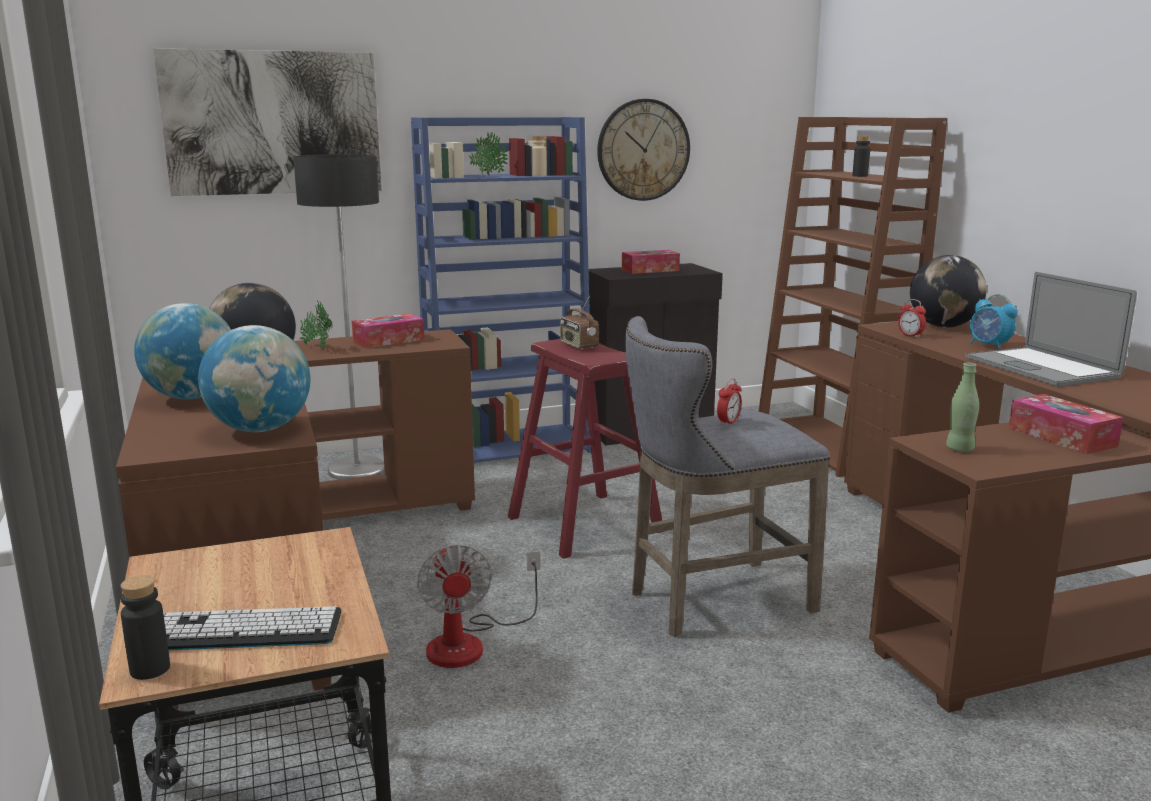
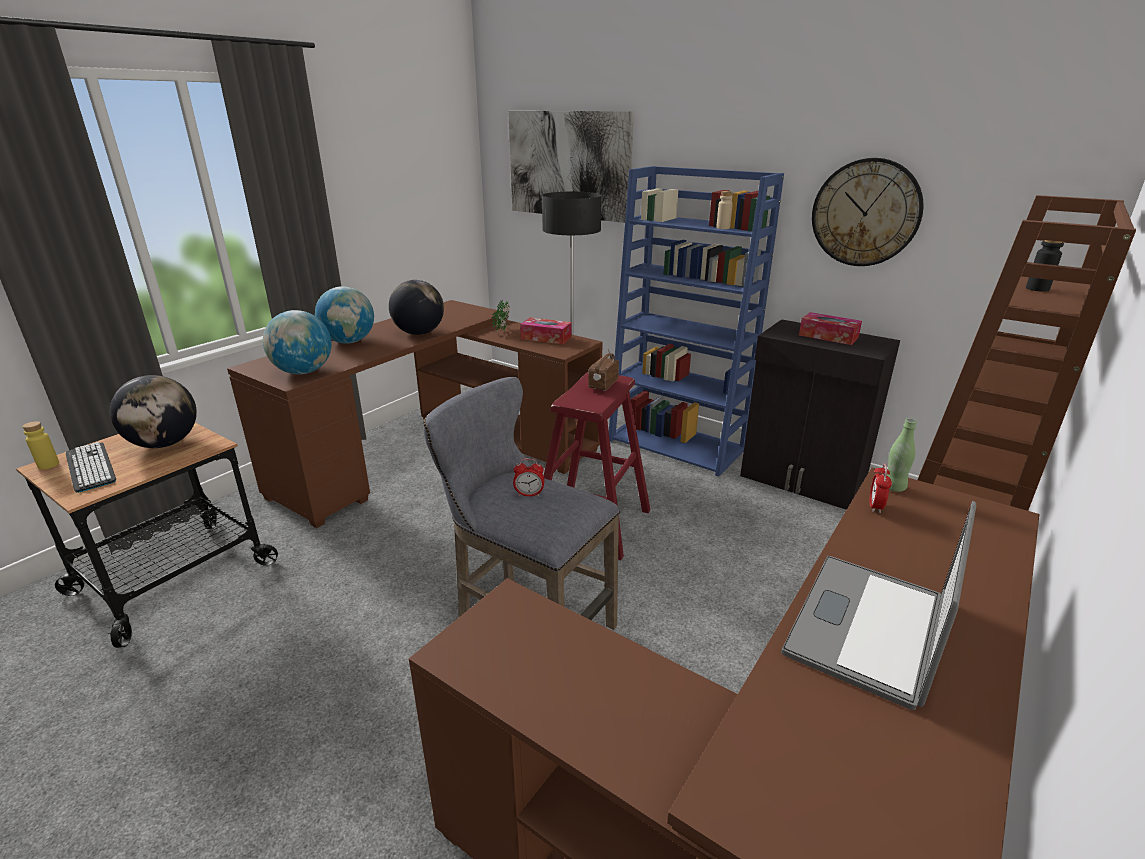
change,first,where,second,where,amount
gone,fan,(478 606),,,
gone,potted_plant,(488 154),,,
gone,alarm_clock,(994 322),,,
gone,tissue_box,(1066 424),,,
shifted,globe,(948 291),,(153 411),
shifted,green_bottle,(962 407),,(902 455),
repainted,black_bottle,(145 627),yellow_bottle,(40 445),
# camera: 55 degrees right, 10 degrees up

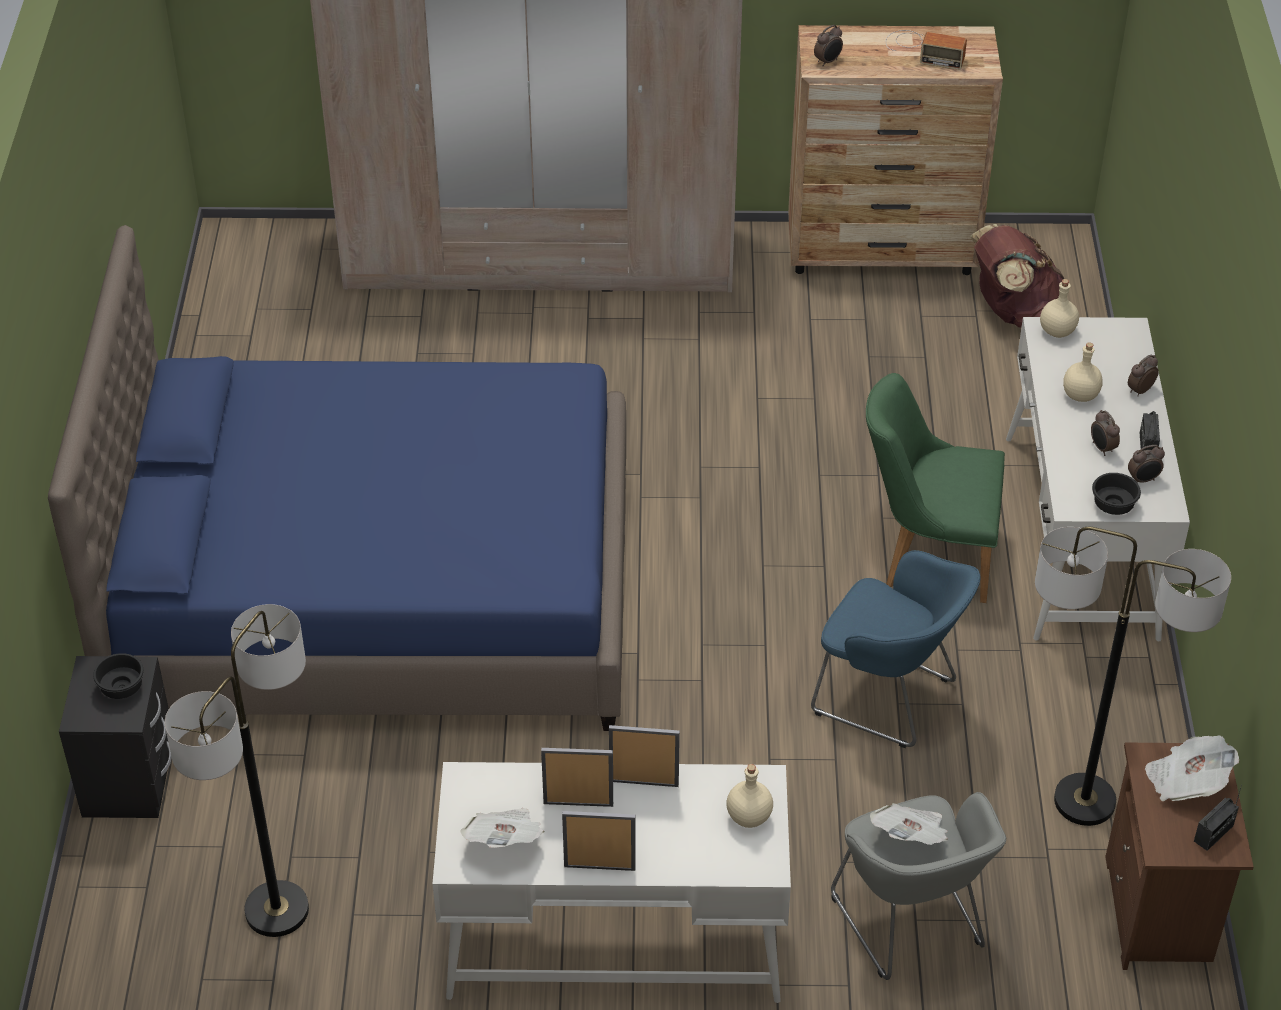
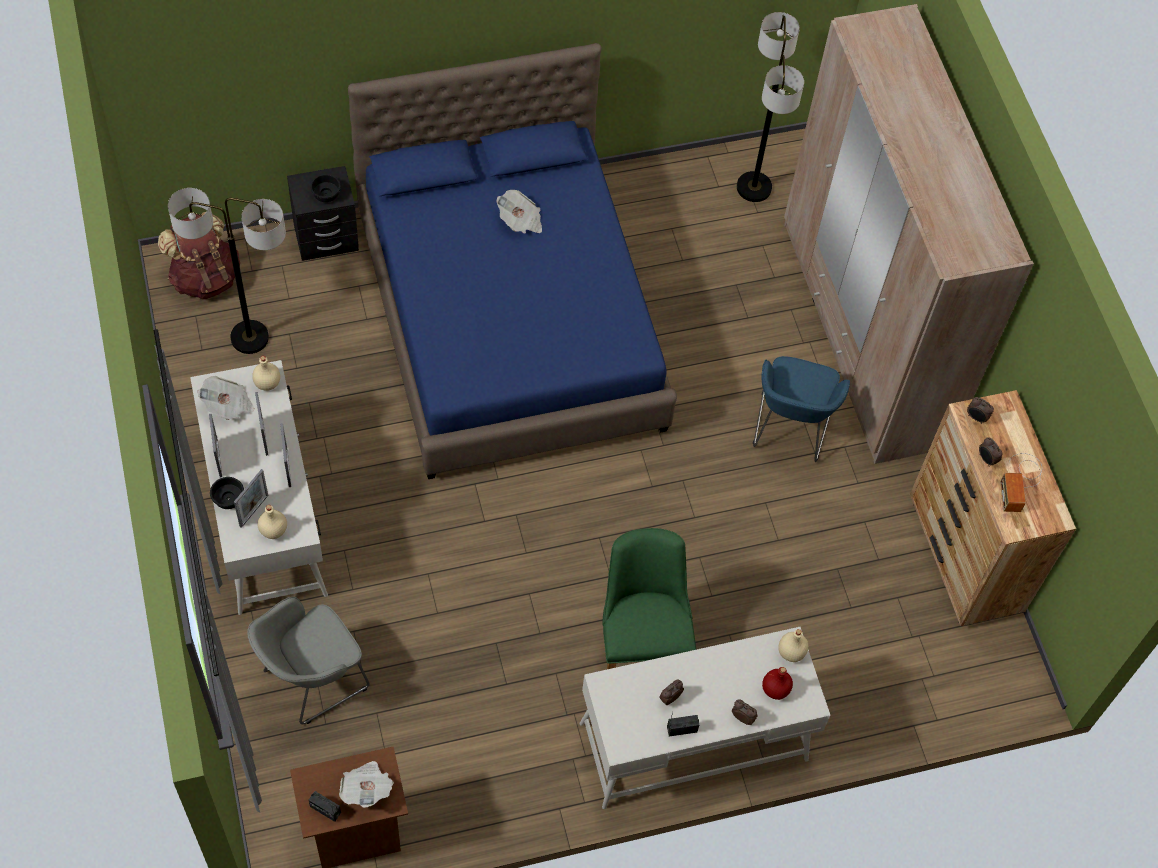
change,first,where,second,where,amount
new,,,picture_frame,(251 498),
new,,,red_bottle,(777 683),
shifted,blue_armchair,(896 649),,(801 409),
shifted,newspaper,(908 824),,(519 212),
shifted,brown_backpack,(1017 275),,(199 256),
shifted,floor_lamp,(1133 676),,(770 107),
shifted,beige_bottle,(1083 372),,(266 373),
shifted,black_bowl,(1116 494),,(227 493),
shifted,alarm_clock,(1146 464),,(990 451),
# camera: 70 degrees right, 15 degrees up

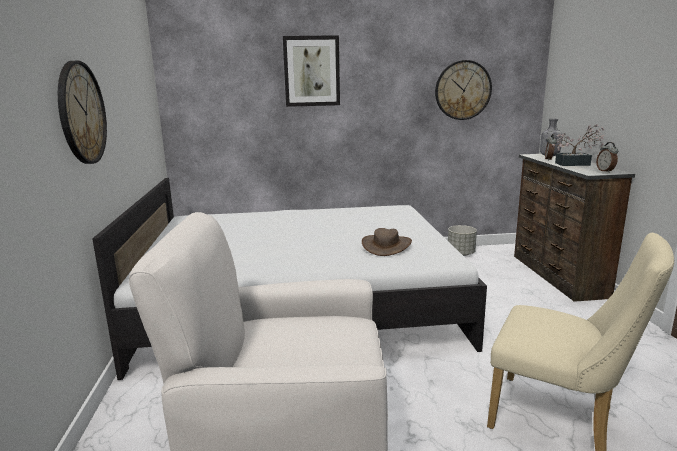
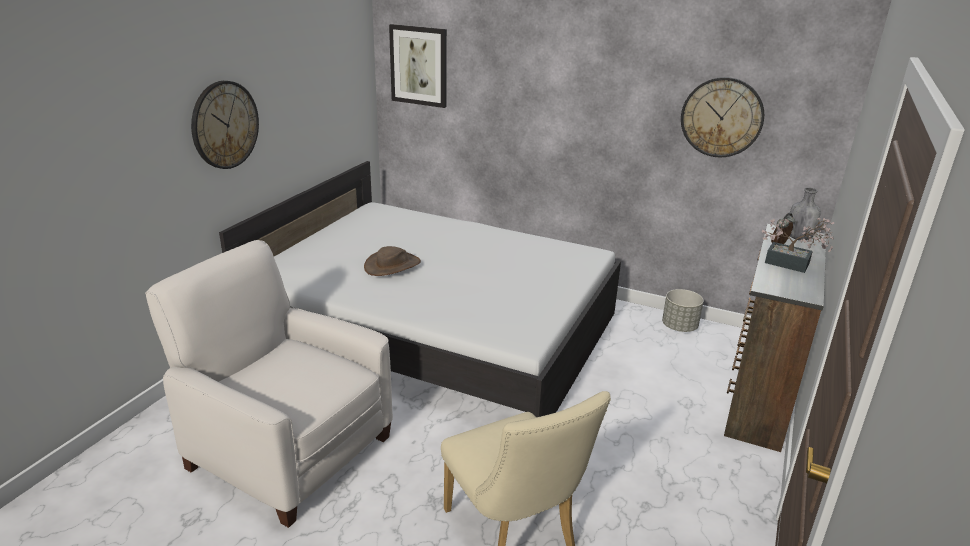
change,first,where,second,where,amount
gone,alarm_clock,(607 157),,,
shifted,picture,(311 71),,(418 66),
shifted,brown_hat,(387 242),,(392 261),
# camera: 30 degrees right, 10 degrees up

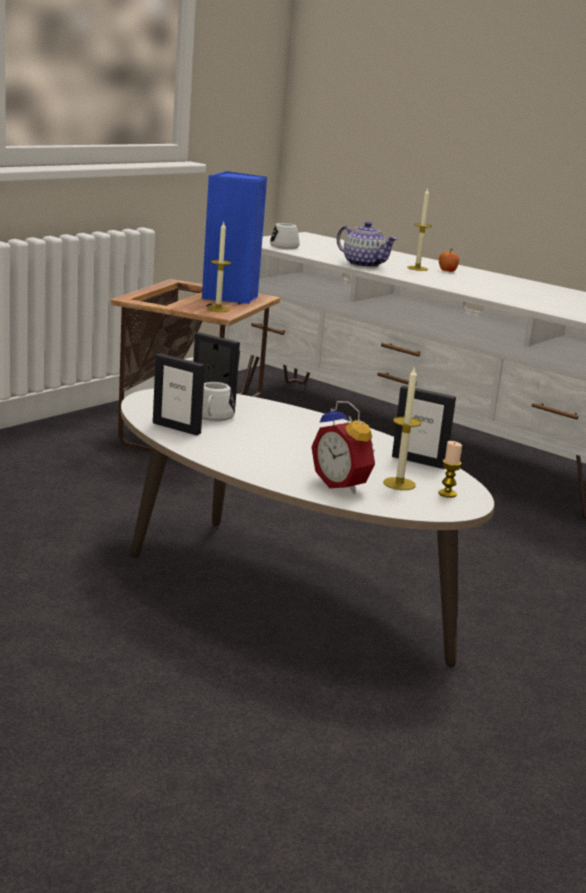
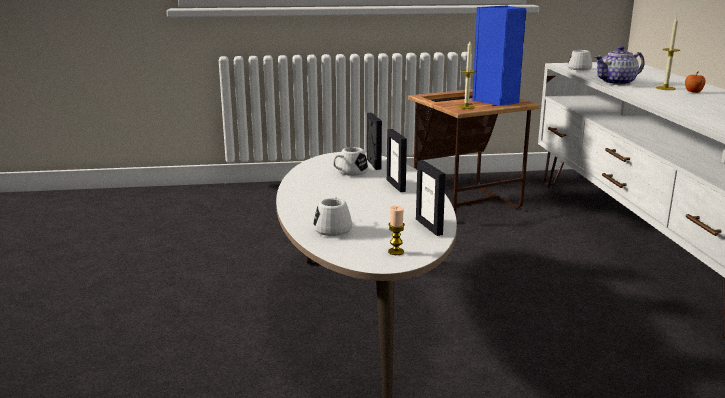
change,first,where,second,where,amount
gone,candle,(402 428),,,
shifted,picture_frame,(179 394),,(397 160),
swapped,alarm_clock,(343 447),white_mug,(332 216),
rotated,teapot,(367 245),,(619 65),75 degrees clockwise
# camera: 45 degrees right, 0 degrees up

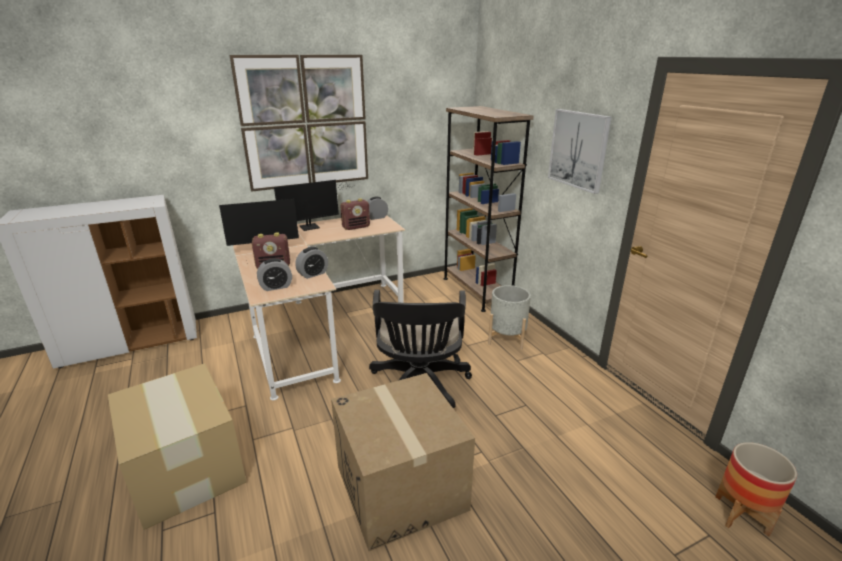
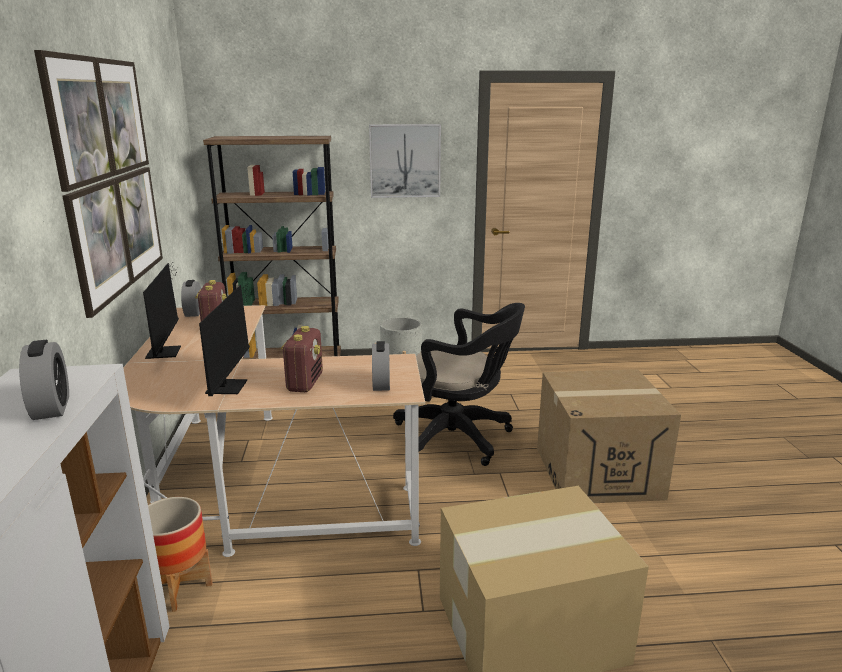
change,first,where,second,where,amount
shifted,alarm_clock,(311 263),,(44 380),
shifted,planter,(756 489),,(180 554),
# camera: 70 degrees left, 5 degrees down

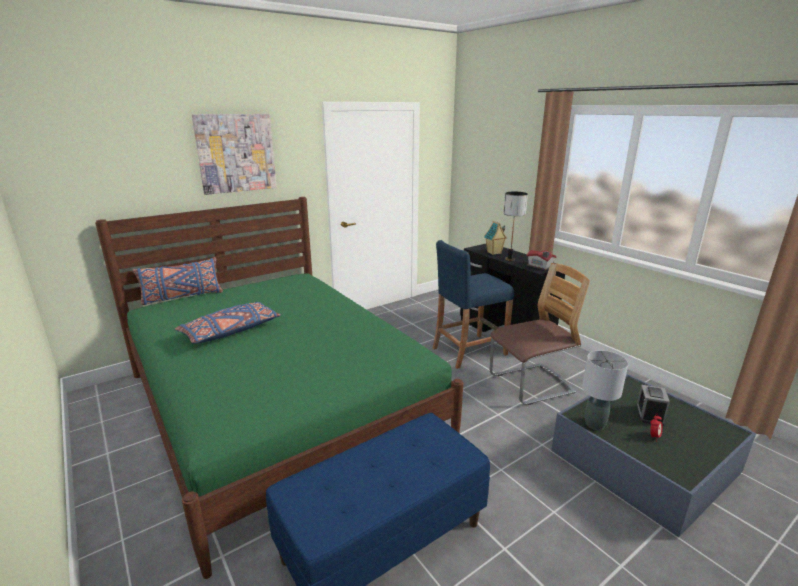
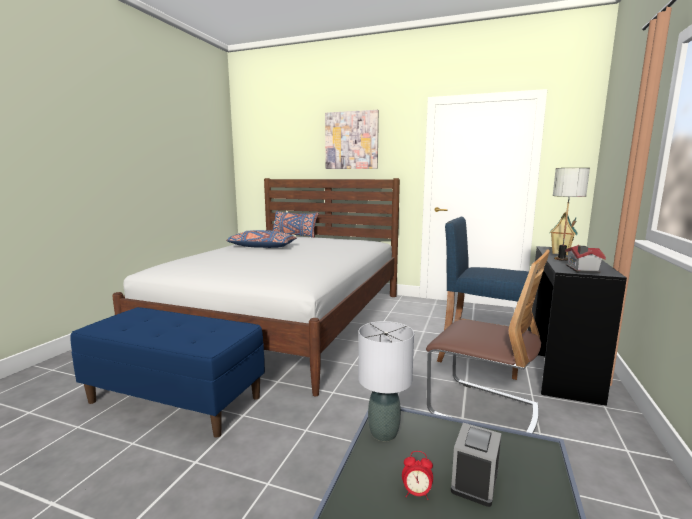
change,first,where,second,where,amount
repainted,green_bed,(279 388),white_bed,(256 287),
rotated,alarm_clock,(653 405),,(476 465),45 degrees counterclockwise
# camera: 55 degrees right, 10 degrees down

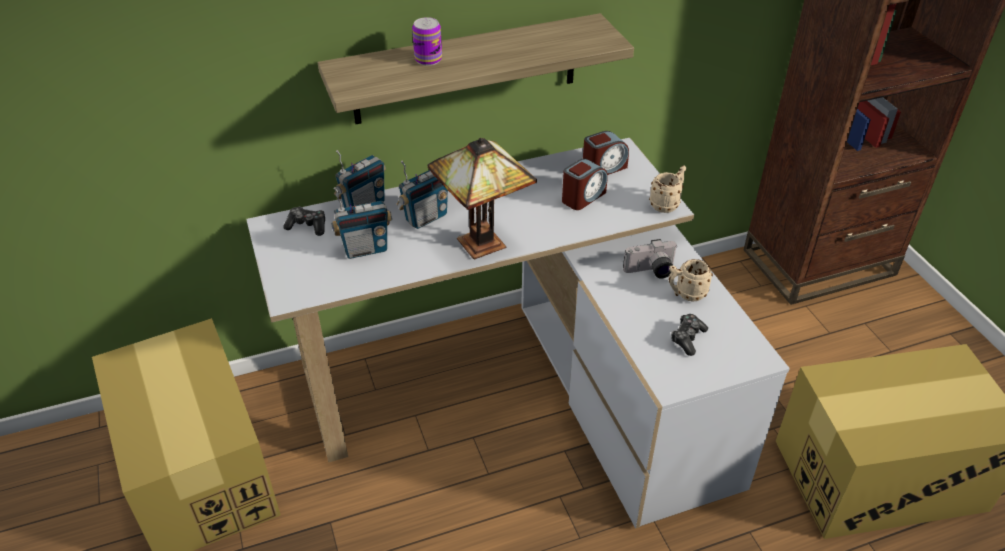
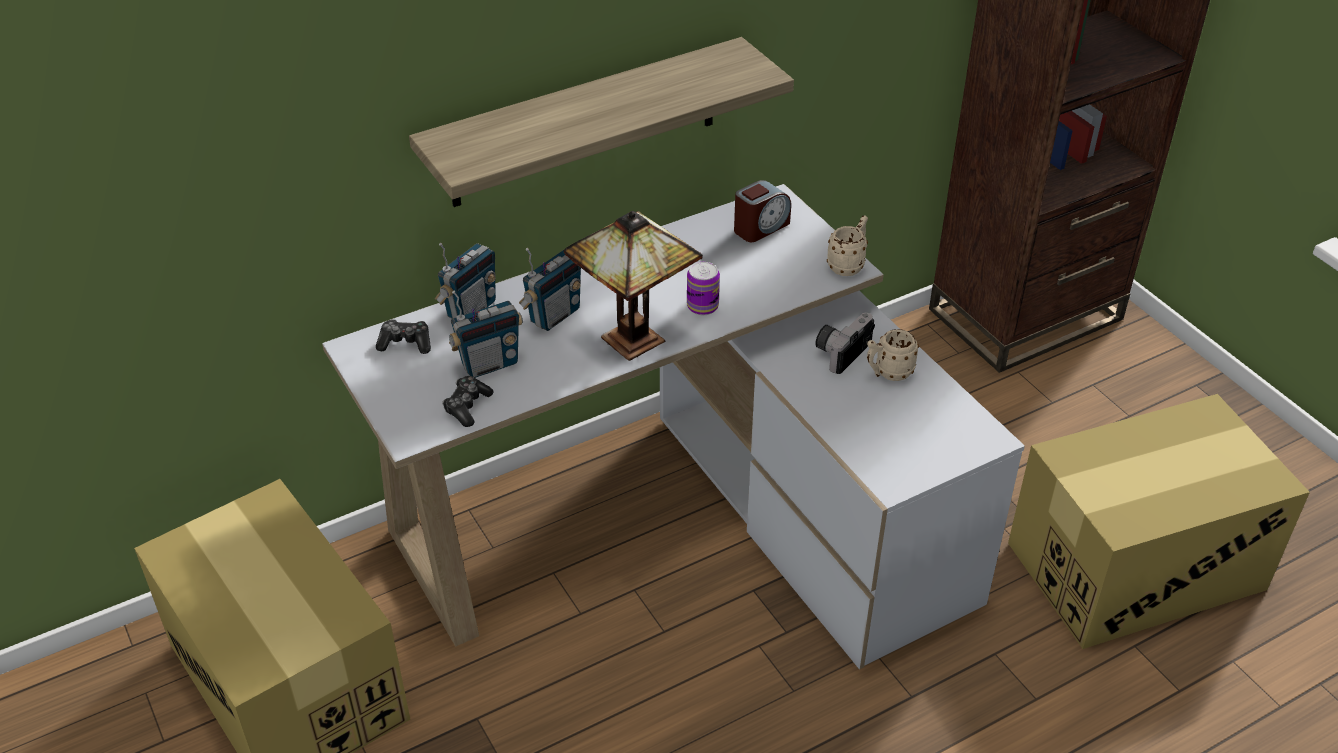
change,first,where,second,where,amount
gone,alarm_clock,(585 184),,,
shifted,can,(427 41),,(703 288),
shifted,game_controller,(689 335),,(468 401),
rotated,photo_camera,(650 259),,(845 343),150 degrees clockwise
# camera: 10 degrees left, 0 degrees up

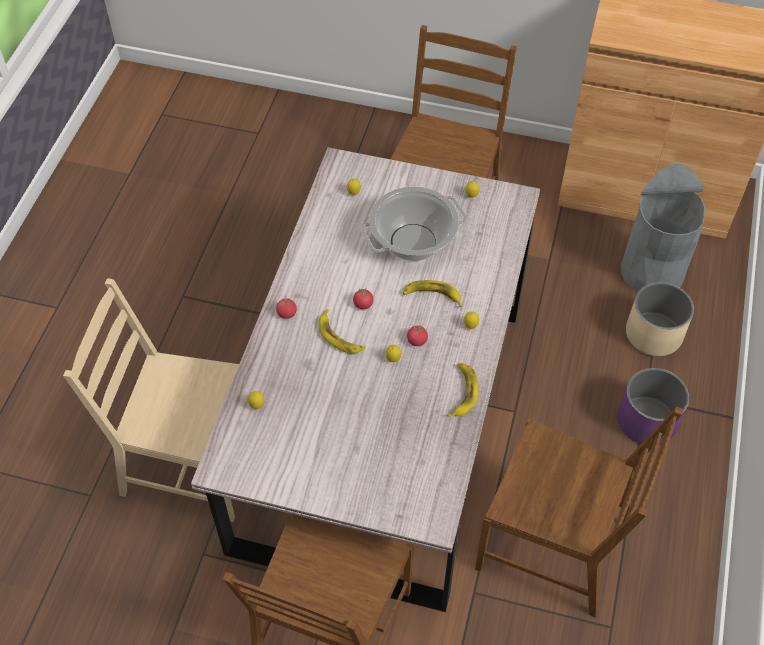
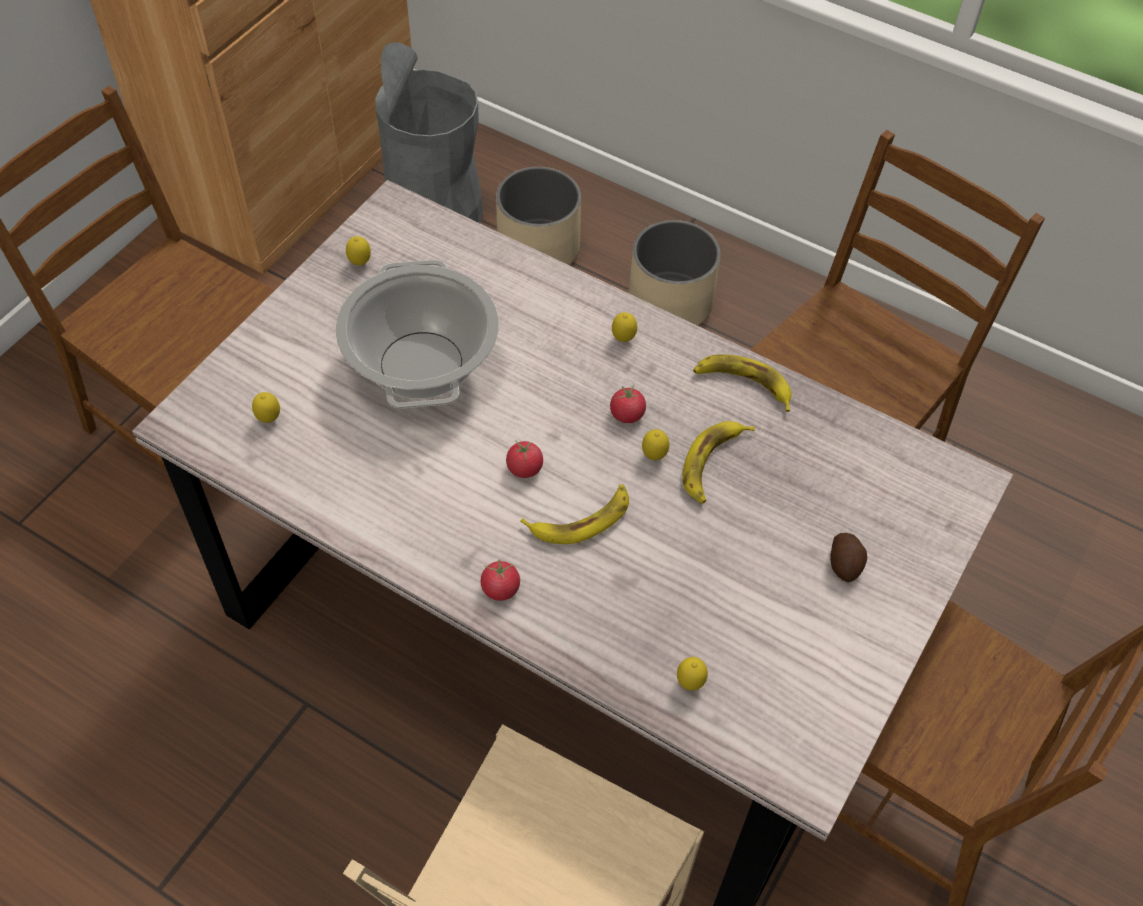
change,first,where,second,where,amount
new,,,potato,(848 557),
shifted,banana,(432 293),,(718 462),
repainted,purple_planter,(653 406),beige_planter,(674 273),
# camera: 75 degrees left, 0 degrees up

